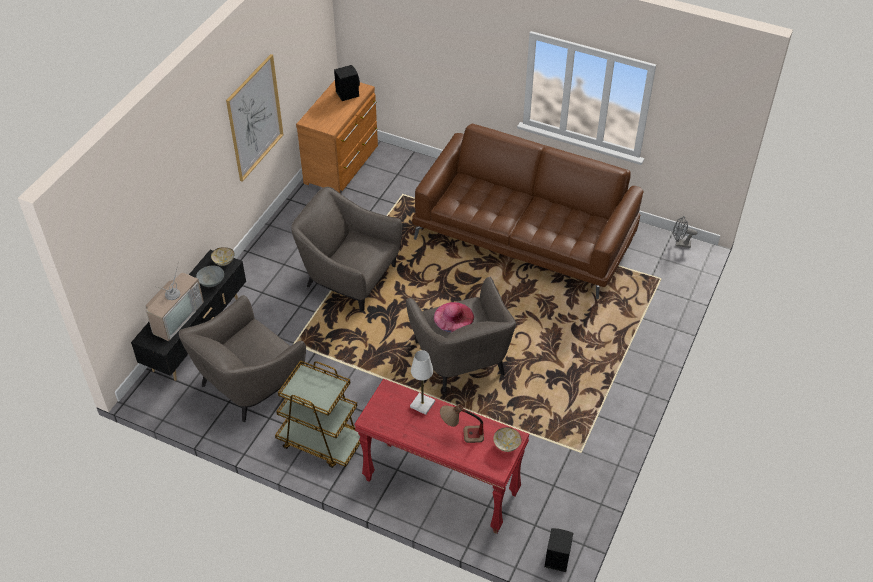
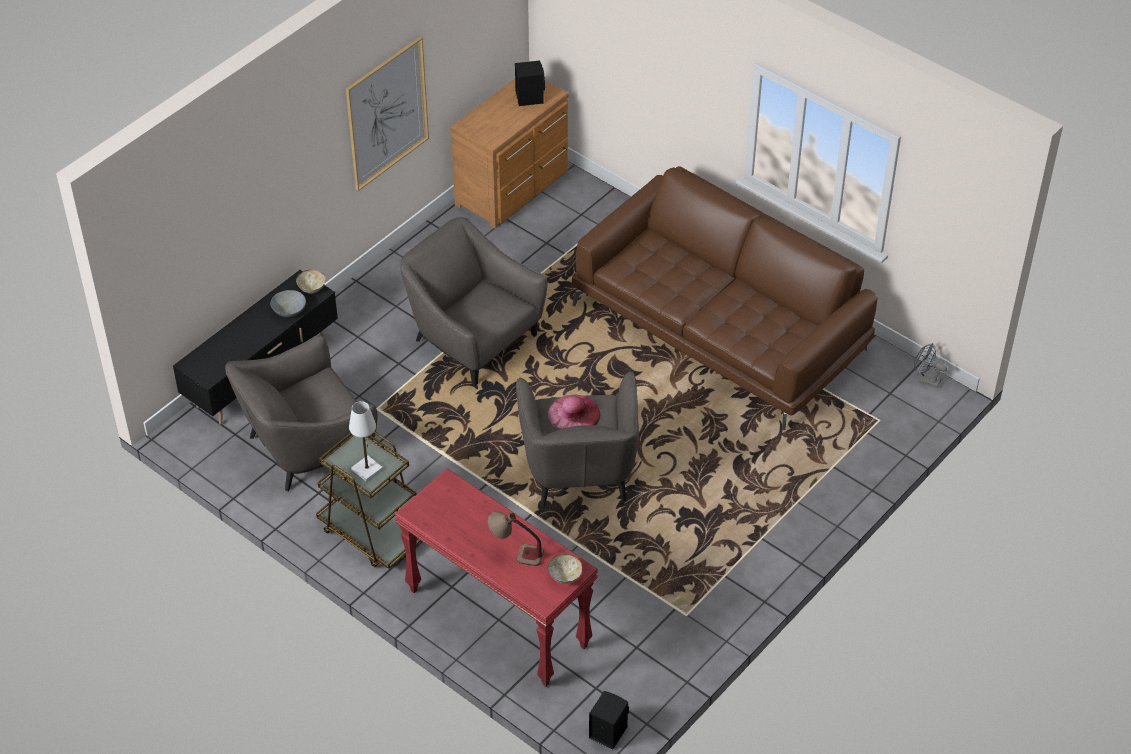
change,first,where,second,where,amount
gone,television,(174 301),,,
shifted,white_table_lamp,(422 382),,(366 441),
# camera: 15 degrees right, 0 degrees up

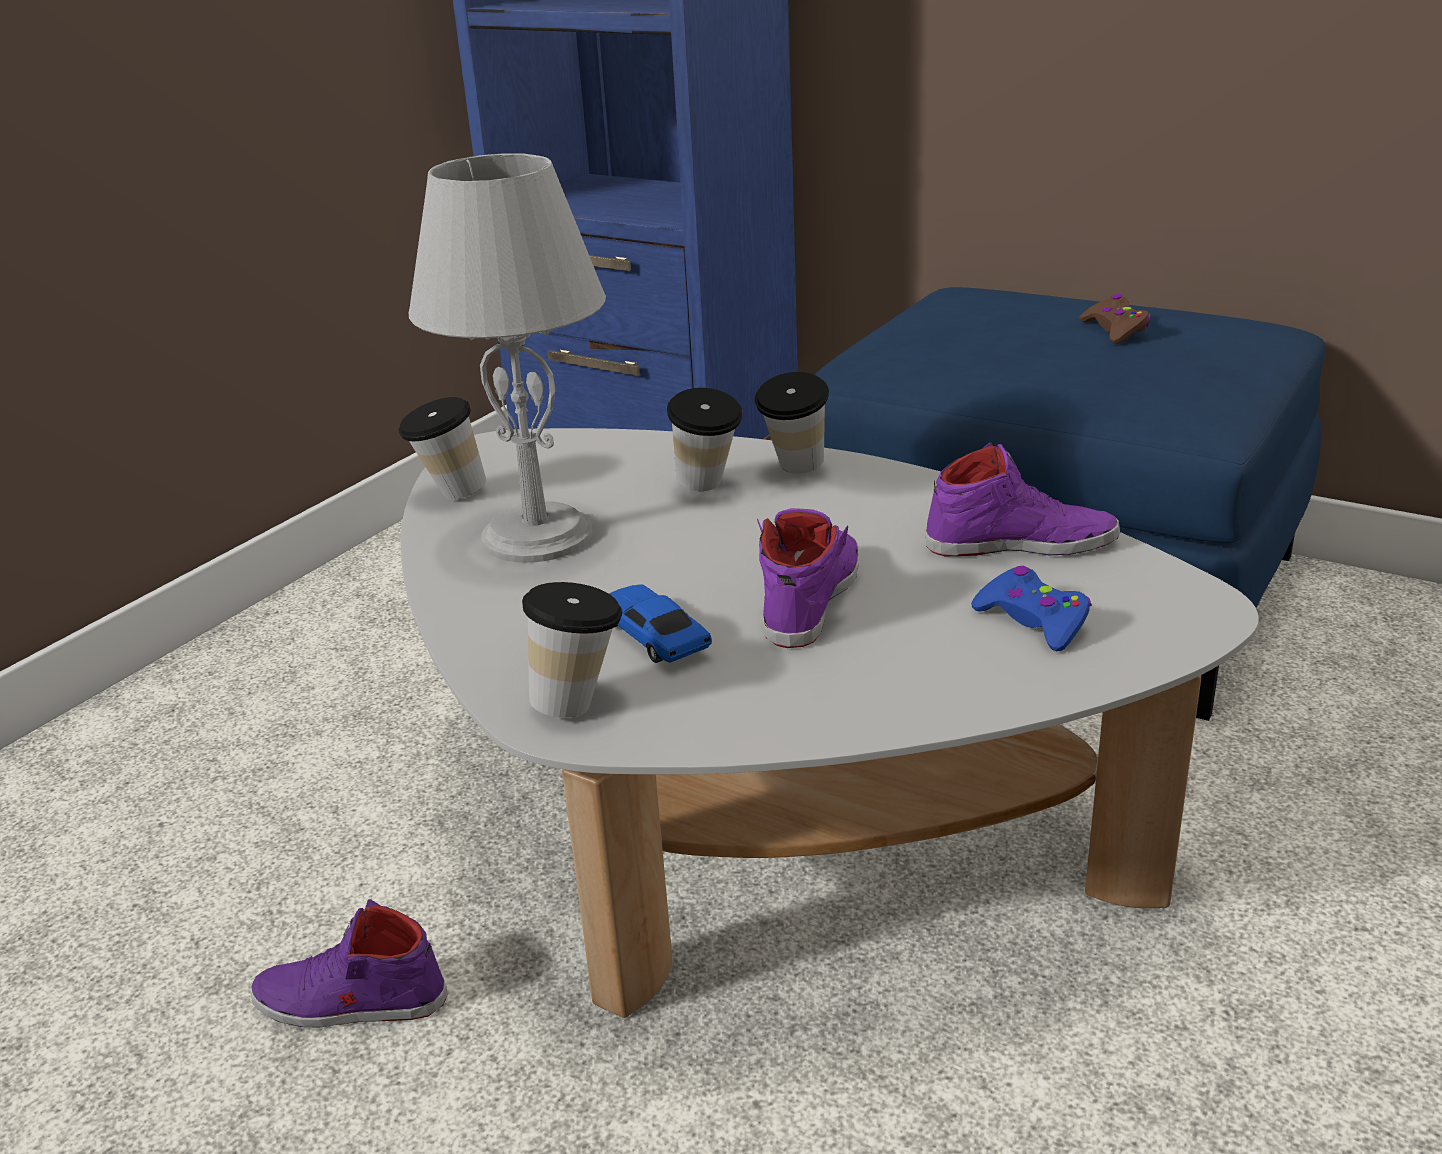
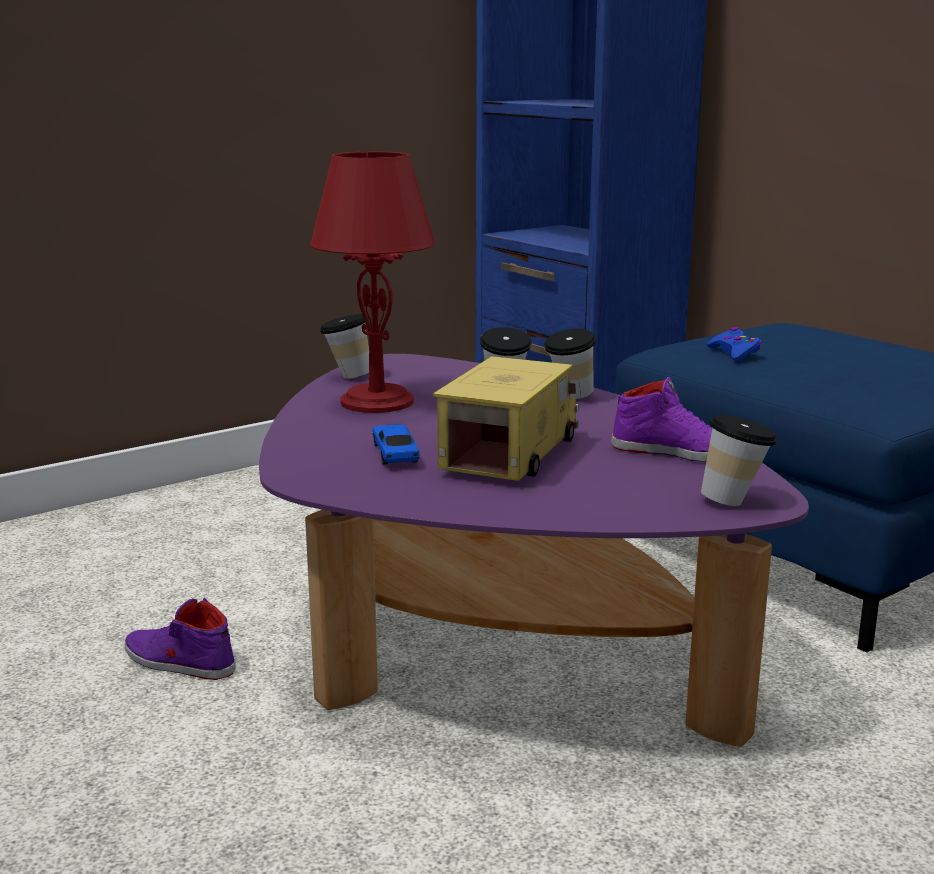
change,first,where,second,where,amount
gone,brown_game_controller,(1115 319),,,
shifted,cup,(572 650),,(739 460),
shifted,blue_game_controller,(1031 608),,(734 344),
swapped,purple_shoe,(808 578),toy_truck,(505 418),
repainted,white_coffee_table,(829 723),purple_coffee_table,(534 550),
repainted,grey_table_lamp,(507 358),red_table_lamp,(372 282),
# camera: 20 degrees right, 10 degrees down

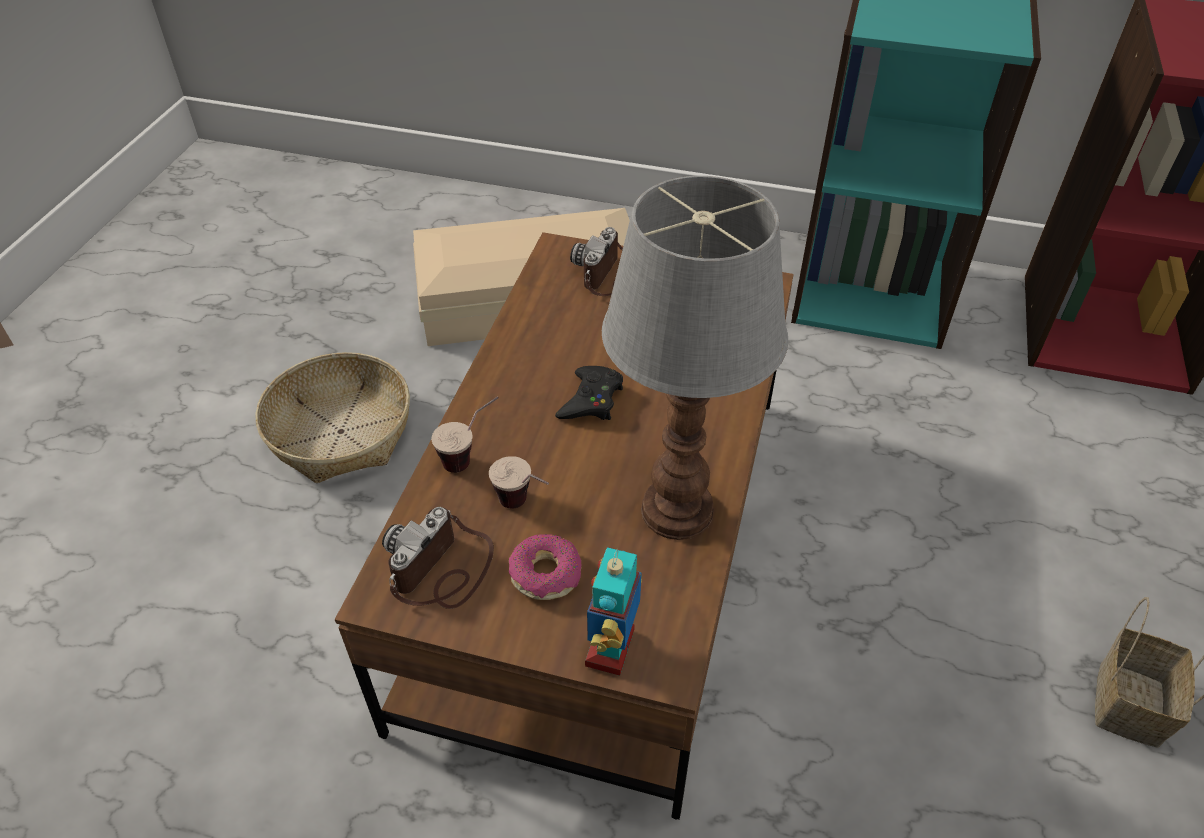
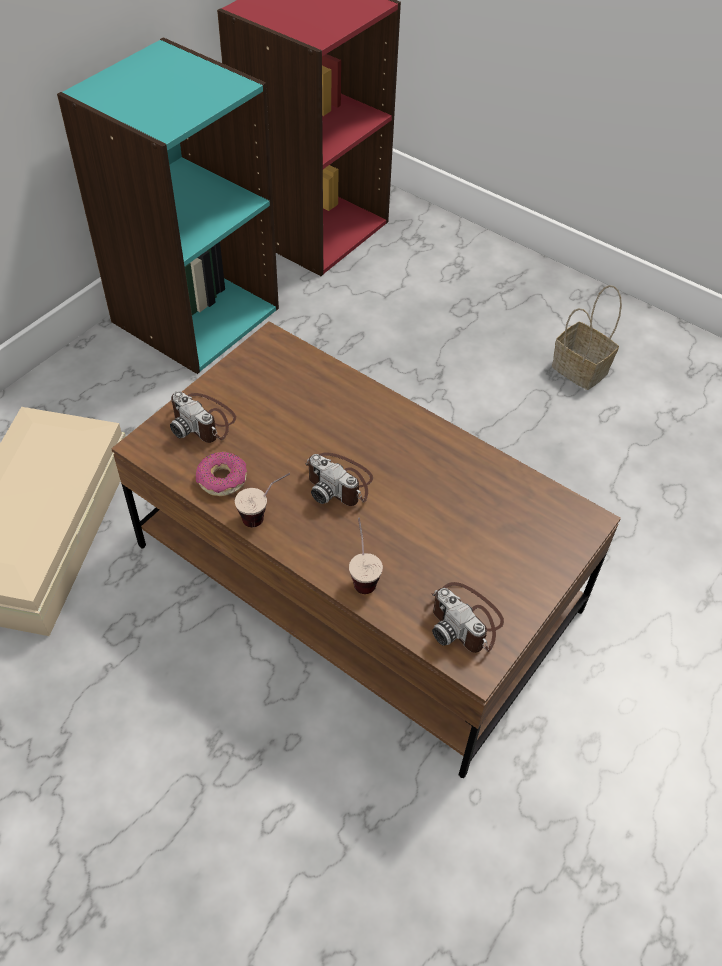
change,first,where,second,where,amount
gone,basket,(333 417),,,
gone,toy_robot,(613 612),,,
gone,table_lamp,(695 358),,,
shifted,cup,(519 482),,(262 500),
shifted,donut,(545 567),,(221 474),
swapped,black_game_controller,(589 393),photo_camera,(339 479),
# camera: 70 degrees left, 5 degrees up

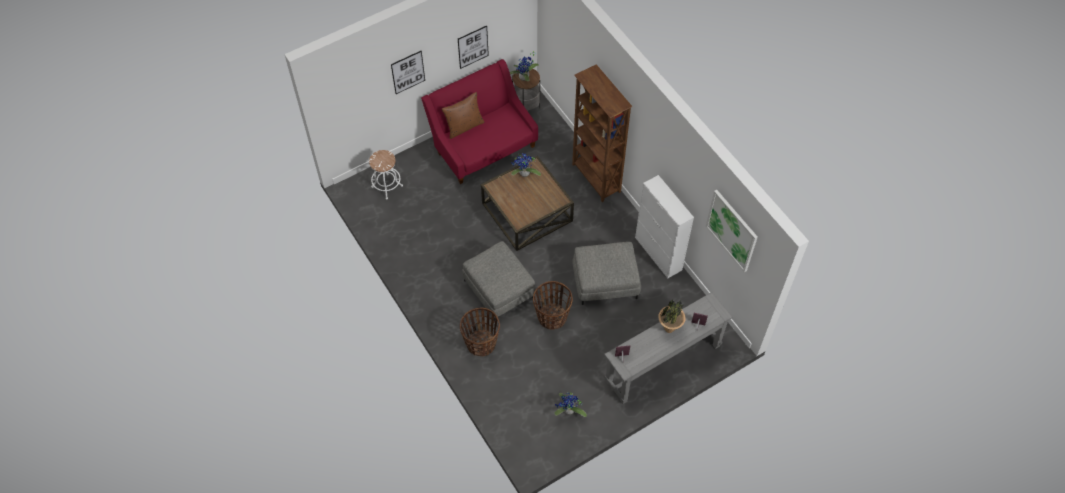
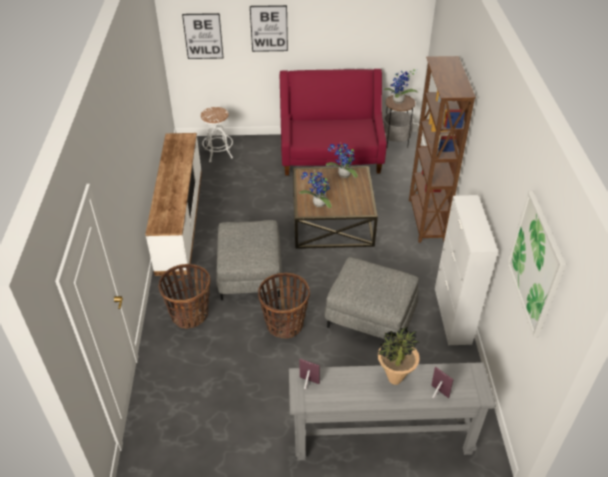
change,first,where,second,where,amount
gone,brown_pillow,(463 115),,,
new,,,tv_stand,(173 204),
shifted,picture,(473 47),,(203 36),
shifted,potted_plant,(570 404),,(315 189),
# camera: 30 degrees right, 15 degrees down

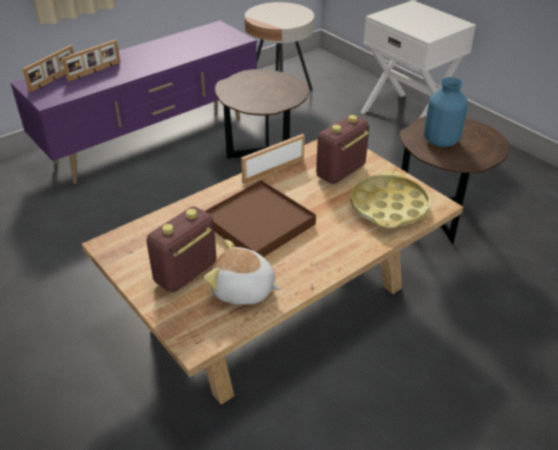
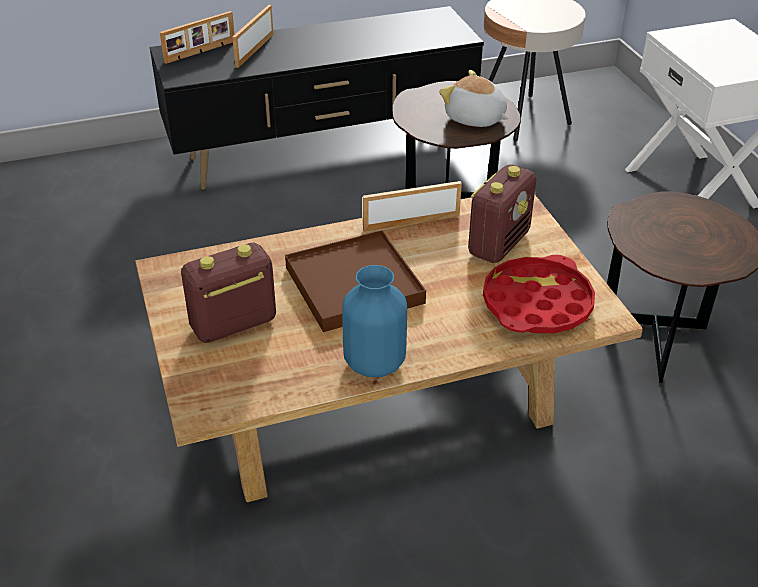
change,first,where,second,where,amount
shifted,plush_toy,(243 272),,(474 98),
shifted,blue_vase,(446 112),,(374 321),
repainted,purple_tv_stand,(134 102),black_tv_stand,(317 98),
repainted,yellow_tray,(390 199),red_tray,(539 294),
rotated,picture_frame,(91 60),,(253 36),135 degrees clockwise
rotated,radio,(342 149),,(502 213),150 degrees clockwise
# camera: 20 degrees right, 0 degrees up

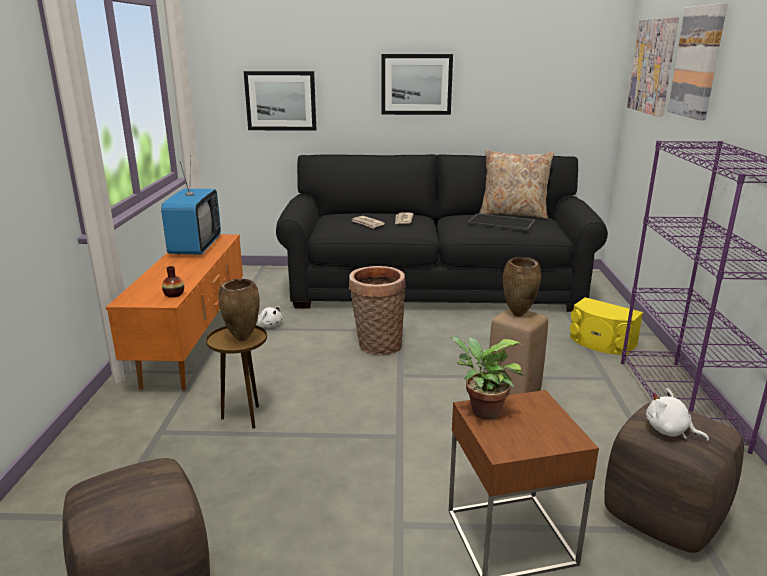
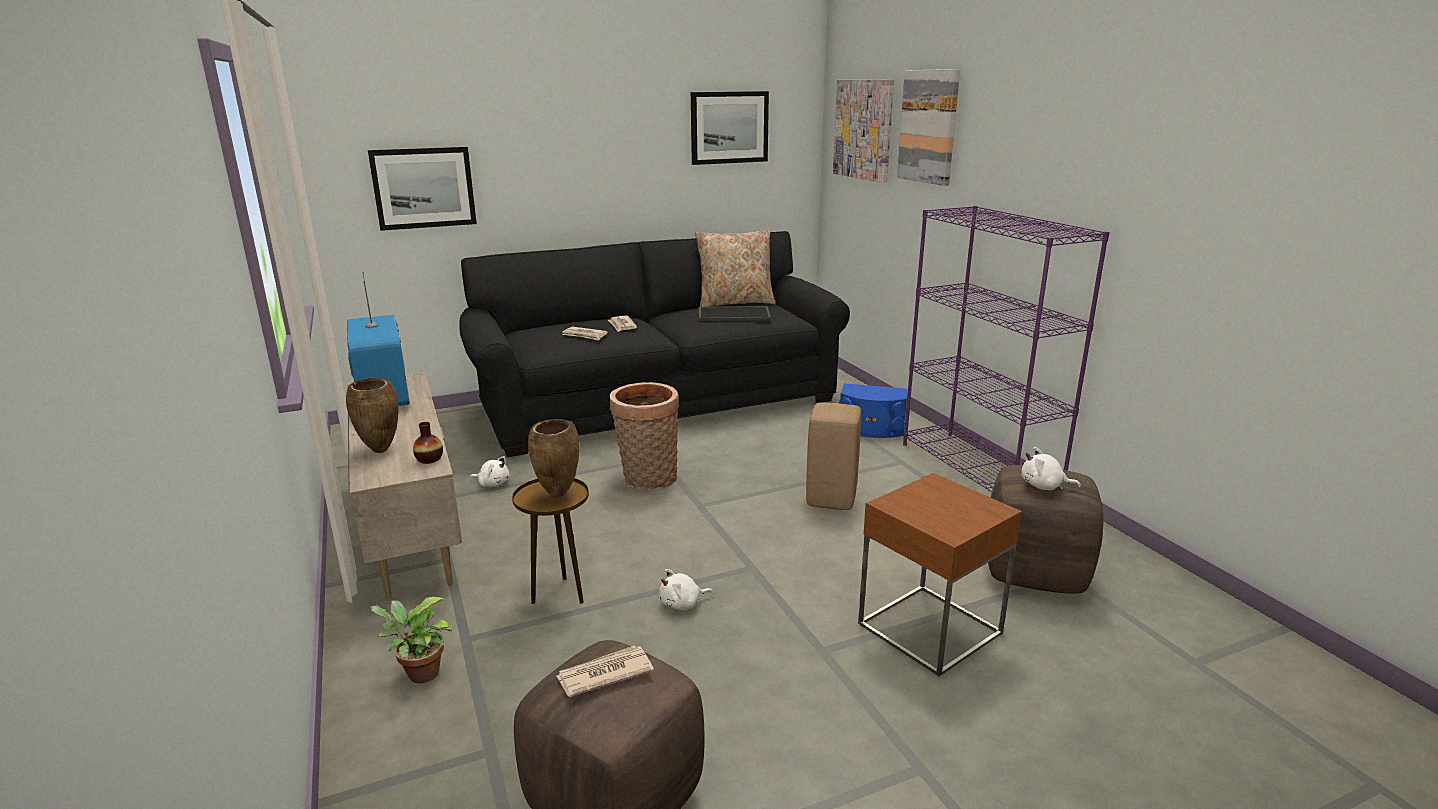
change,first,where,second,where,amount
new,,,newspaper,(605 671),
new,,,white_plush_toy,(686 589),
shifted,picture,(417 84),,(730 128),
shifted,potted_plant,(487 378),,(411 640),
shifted,brown_vase,(522 287),,(372 415),
repainted,orange_tv_stand,(174 312),beige_tv_stand,(405 485),
repainted,yellow_speaker,(606 326),blue_speaker,(873 410),
# camera: 25 degrees left, 0 degrees up

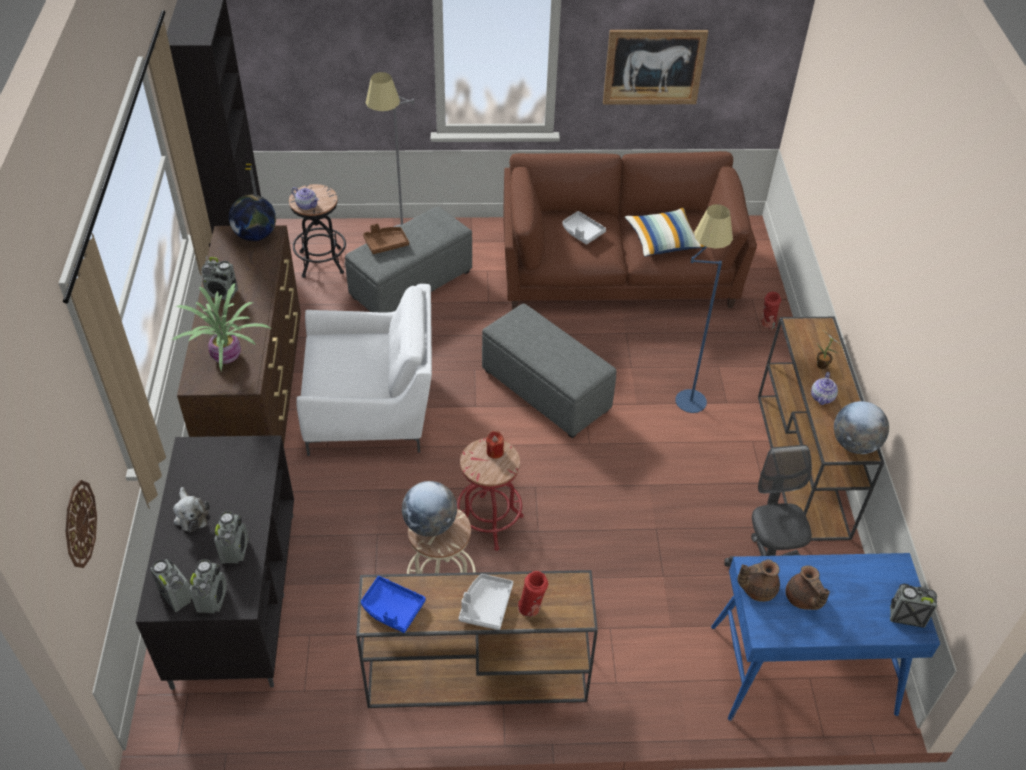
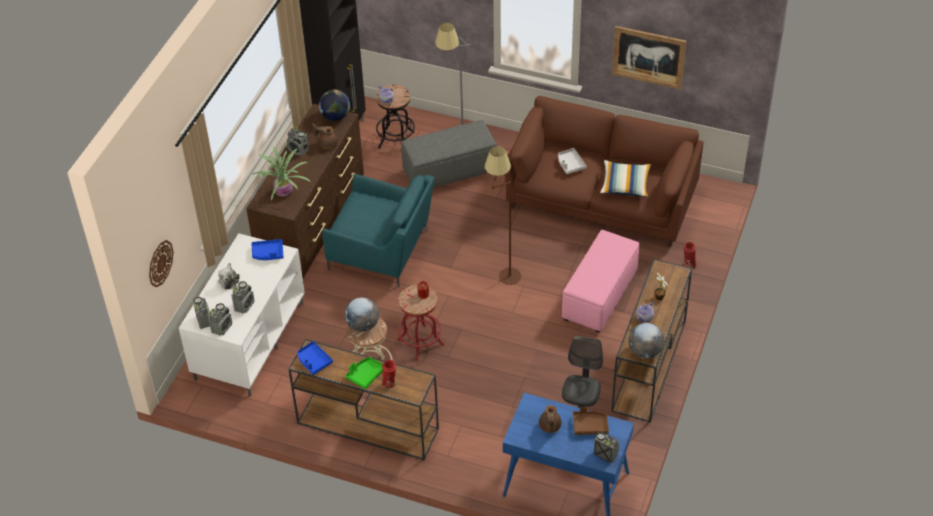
change,first,where,second,where,amount
new,,,blue_tray,(268 249),
shifted,brown_tray,(386 238),,(591 421),
shifted,brown_teapot,(759 581),,(325 136),
swapped,grey_ottoman,(549 371),brown_floor_lamp,(503 215),
swapped,blue_floor_lamp,(704 308),pink_ottoman,(601 281),
repainted,black_tv_stand,(215 562),white_tv_stand,(242 315),
repainted,white_armchair,(364 370),turquoise_armchair,(378 230),
repainted,grey_tray,(486 602),green_tray,(364 373),
# camera: 25 degrees right, 0 degrees up

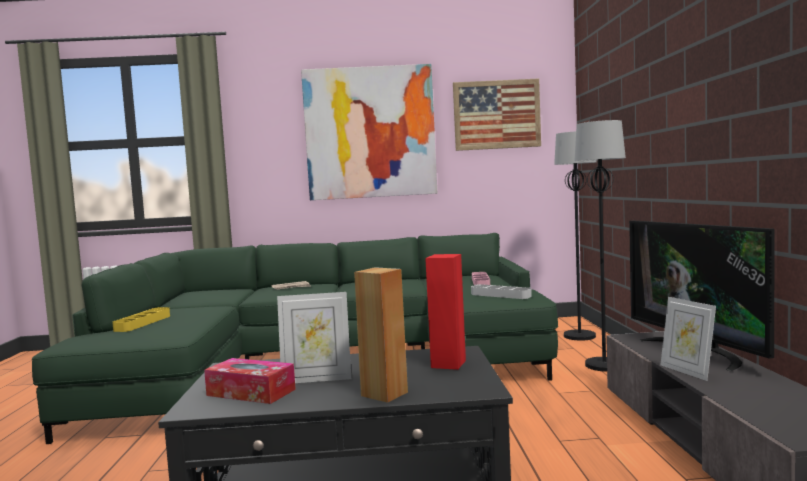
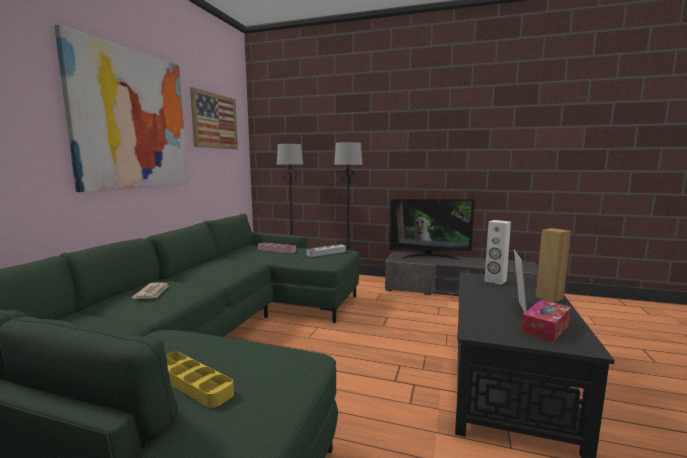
change,first,where,second,where,amount
gone,picture_frame,(688 339),,,
repainted,red_speaker,(445 312),white_speaker,(497 252),
# camera: 70 degrees left, 5 degrees up

